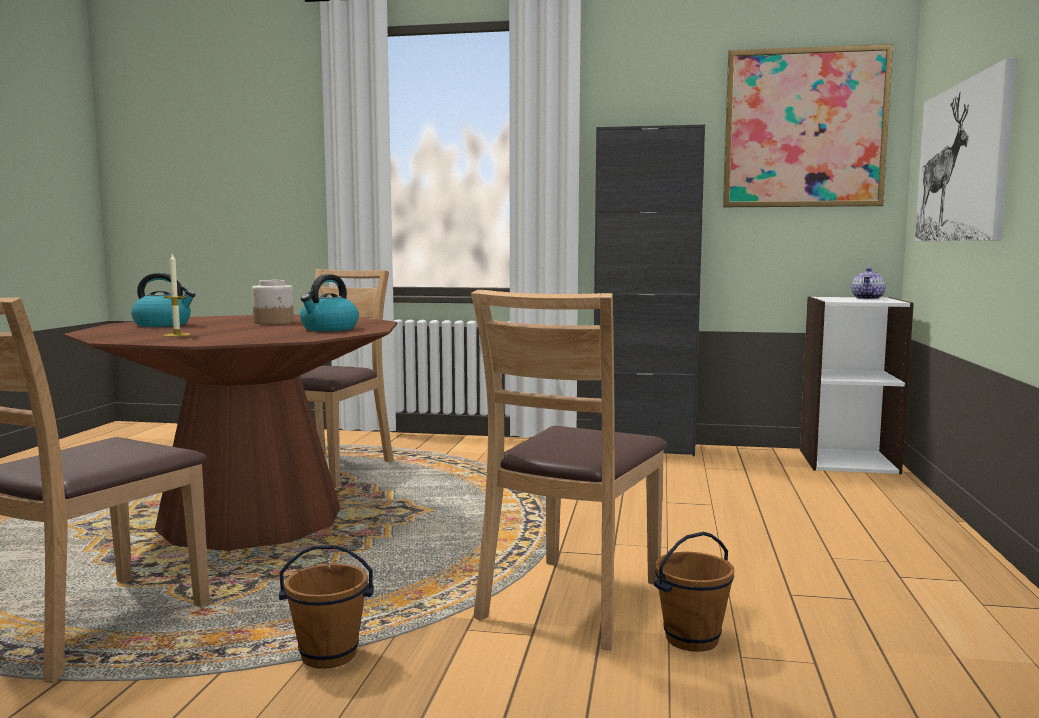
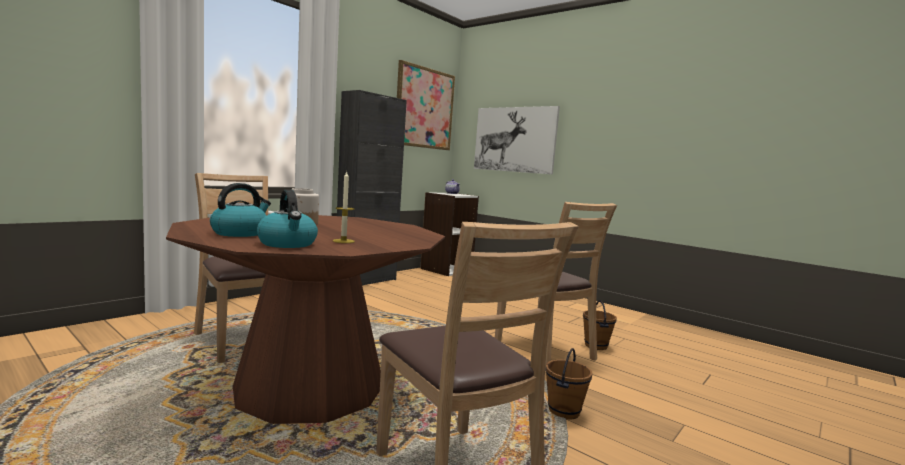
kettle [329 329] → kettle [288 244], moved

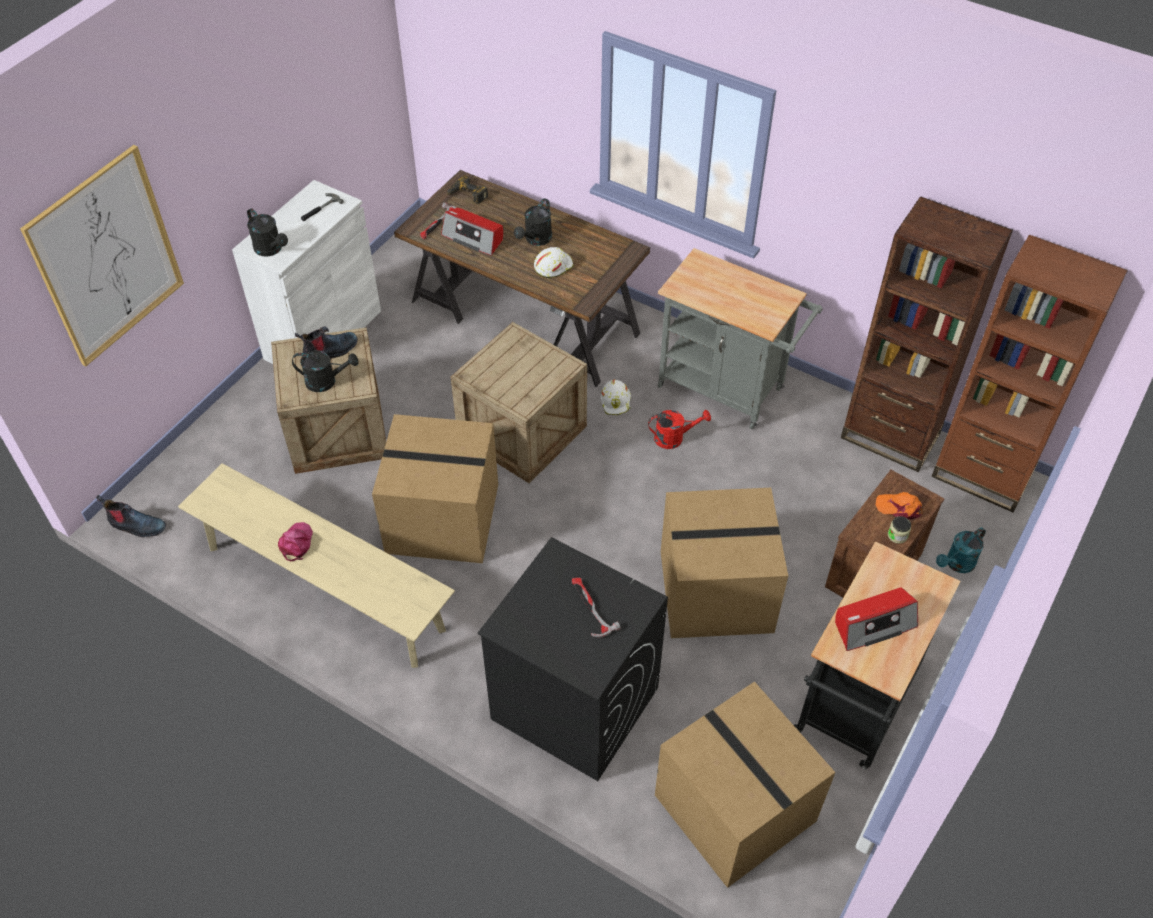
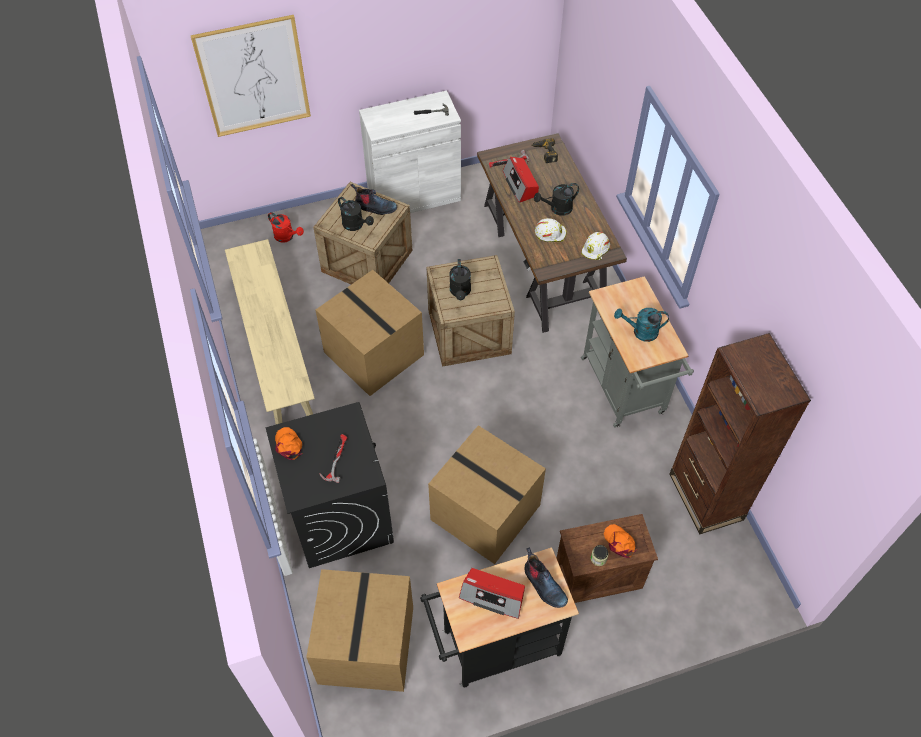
black watering can [271 250] → black watering can [460 292], moved
brown bookcase [982 474] → -
white hard hat [616 402] → white hard hat [595 250], moved
red watering can [674 438] → red watering can [287 237], moved
boot [136 526] → boot [543 585], moved
pink cap [296 543] → -
turquoise watering can [957 564] → turquoise watering can [640 332], moved
- → orange cap [288 445]

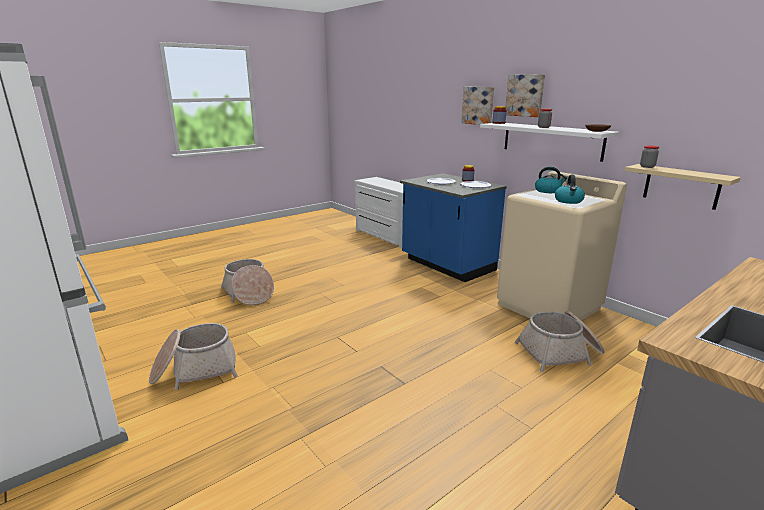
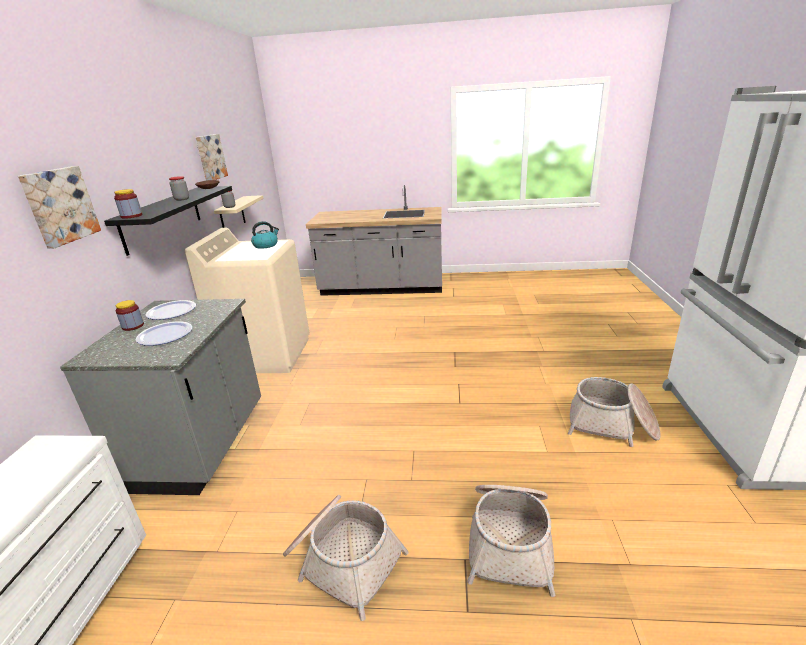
picture [525 95] → picture [210 157], moved
white shelf [551 140] → black shelf [163 218]
kettle [548 191] → -
blue counter [447 265] → grey counter [202 446]
basket [560 353] → basket [343 560], moved

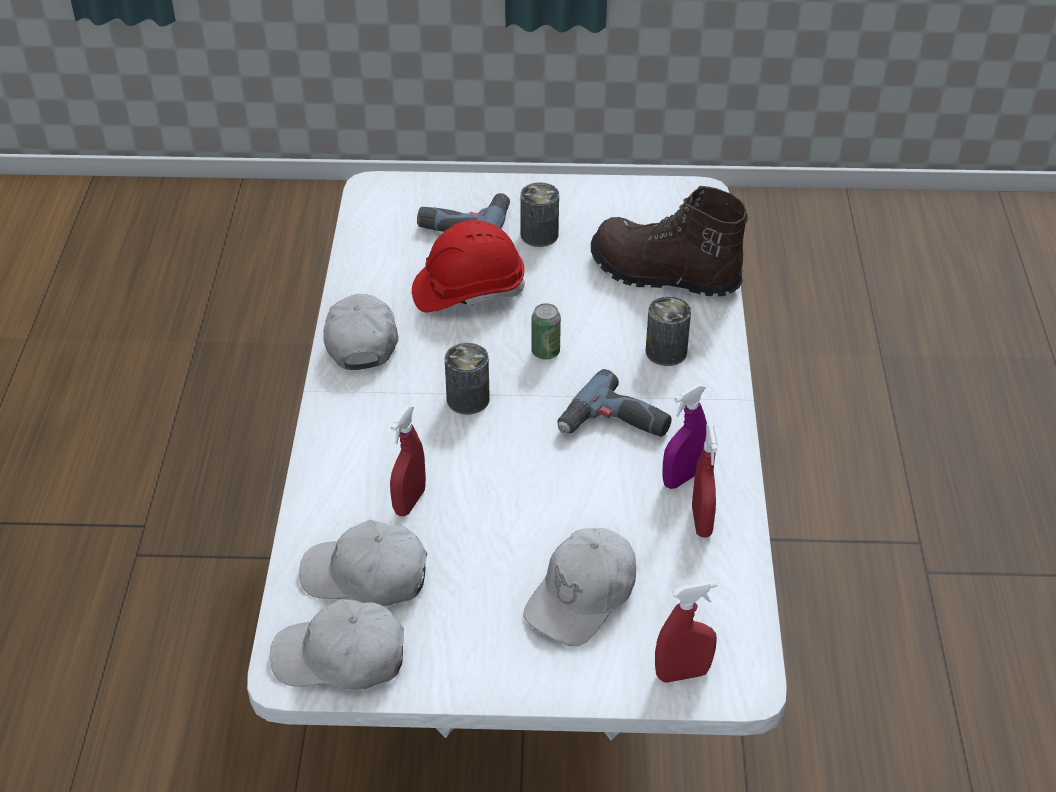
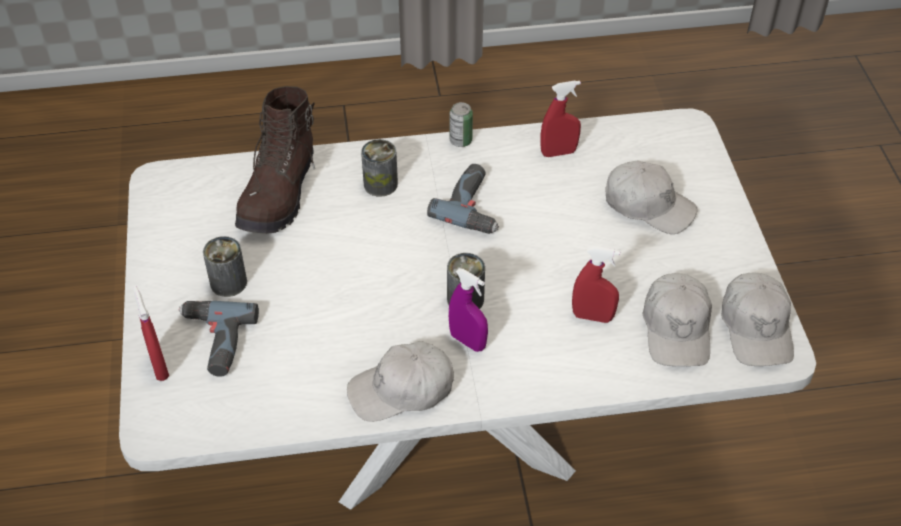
red hard hat [468 290] → -
can [545 352] → can [460 141], moved
purple spray bottle [682 478] → purple spray bottle [467 341], moved
red spray bottle [682 673] → red spray bottle [159 366], moved

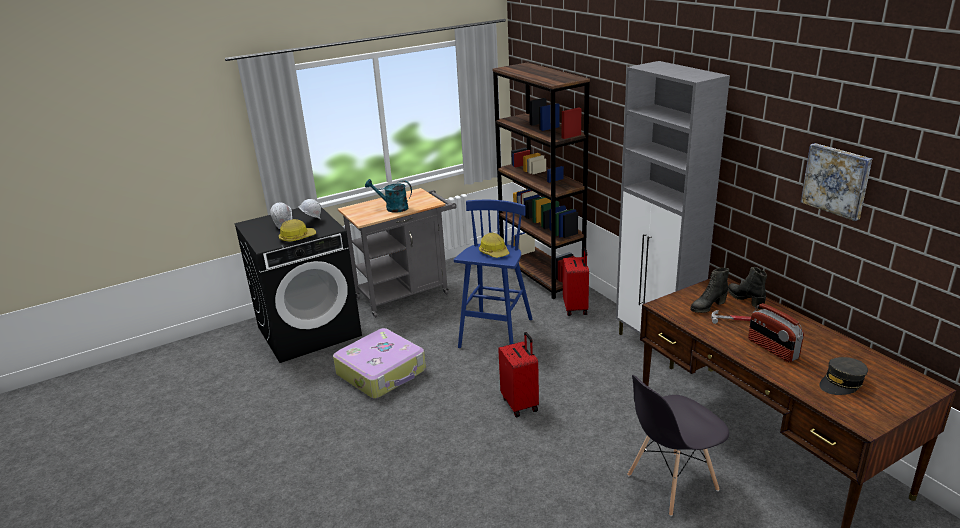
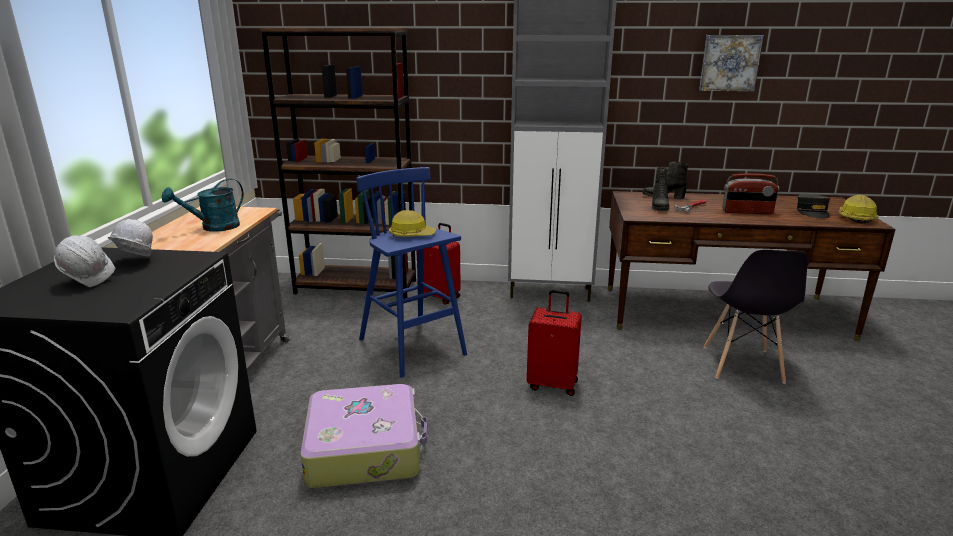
hard hat [297 238] → hard hat [855 218], moved

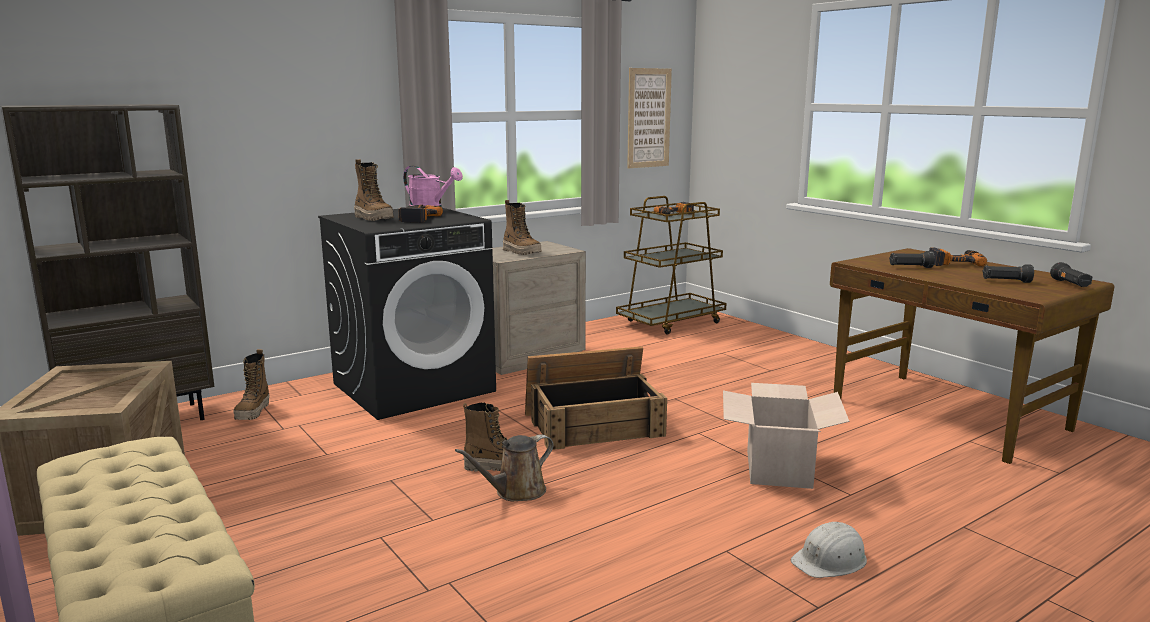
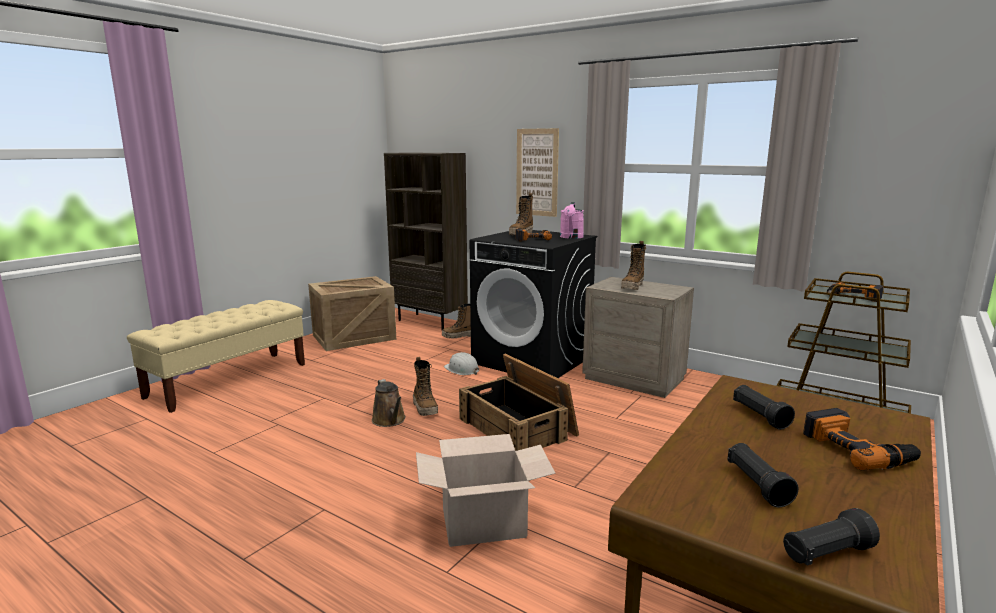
picture [649 118] → picture [537 172], moved
brown watering can [516 492] → brown watering can [390 420], 150 degrees counterclockwise
white hard hat [830 560] → white hard hat [462 369], moved

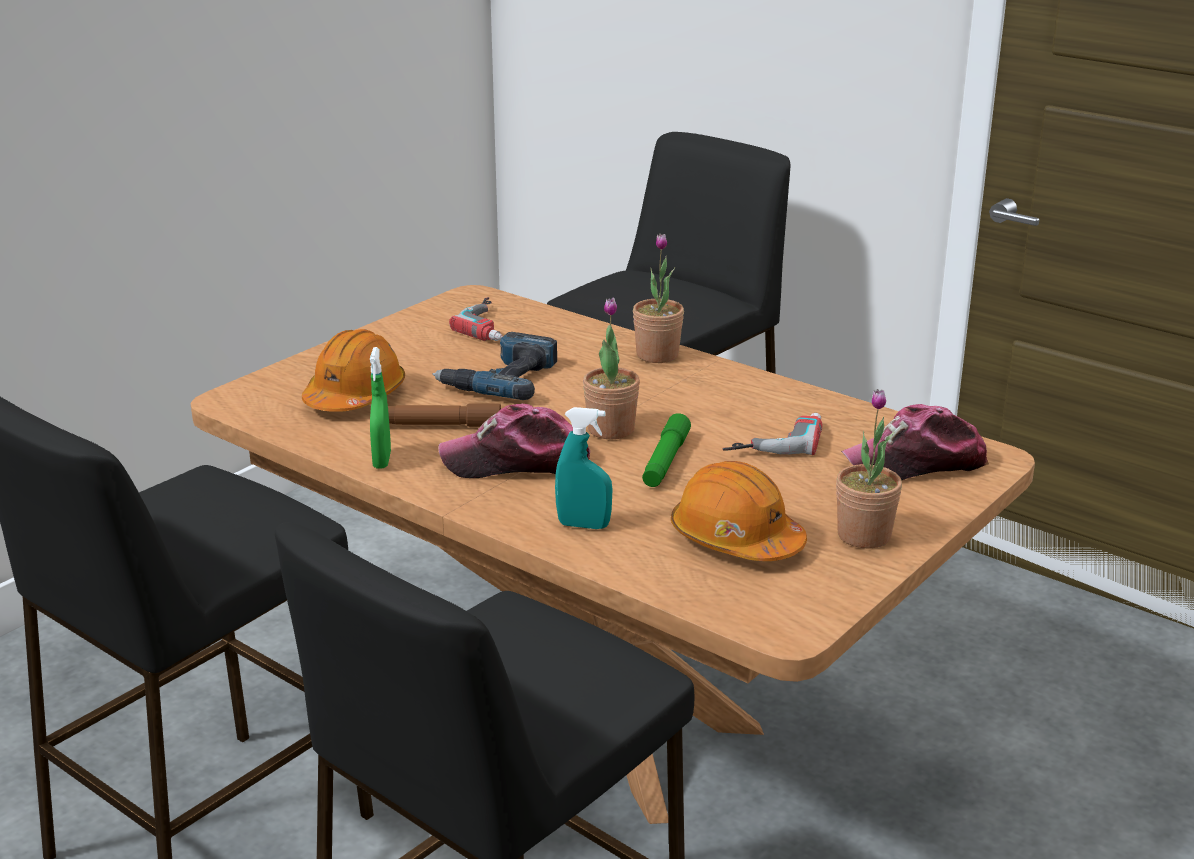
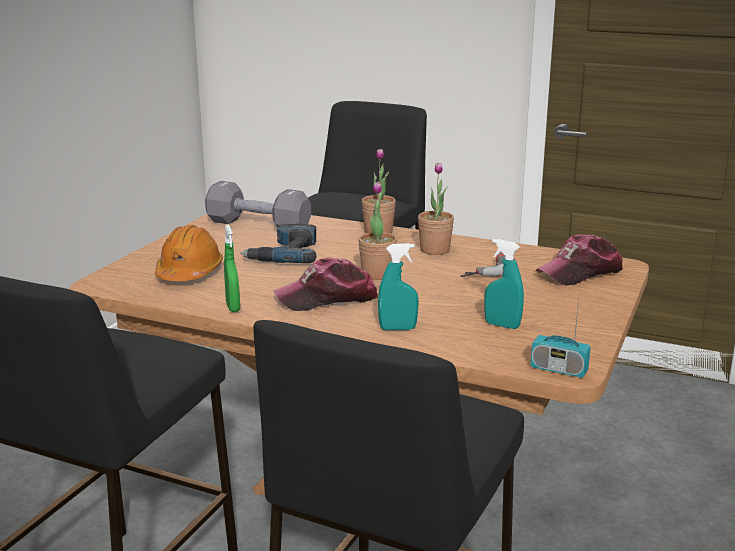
power drill [492 325] → grey dumbbell [258 225]
potted plant [864 535] → potted plant [435 250], moved
brown flashlight [442 425] → -
green flashlight [665 461] → -
orange hard hat [735 539] → turquoise spray bottle [502 325]
- → radio [559 369]

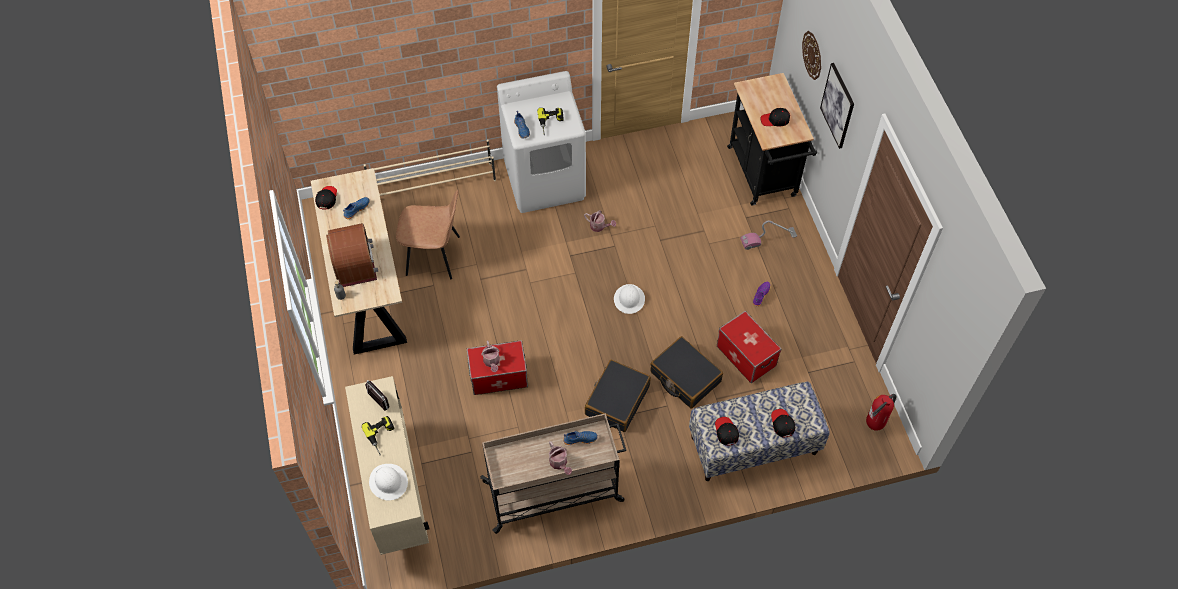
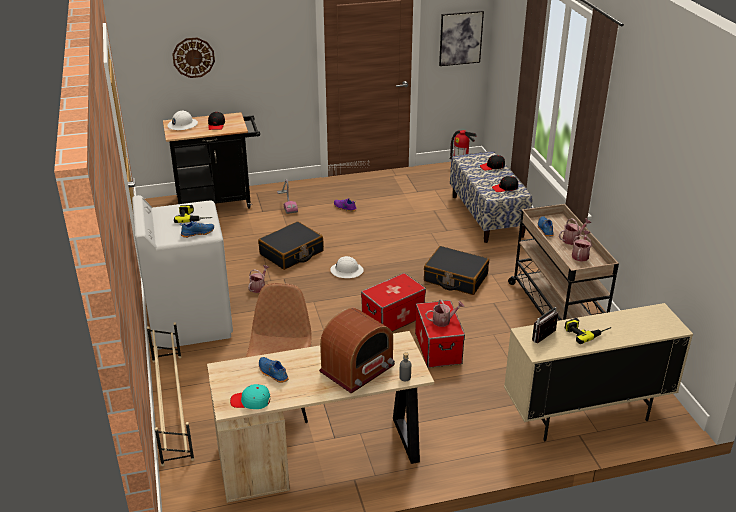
picture [838 105] → picture [460 38], moved
black cap [326 198] → turquoise cap [251 401]
radio [355 264] → radio [357 368], 150 degrees clockwise
storage box [745 356] → storage box [393 318], moved
black suitcase [685 377] → black suitcase [291 253], moved
white hard hat [388 482] → white hard hat [182 125], moved
- → watering can [580 255]

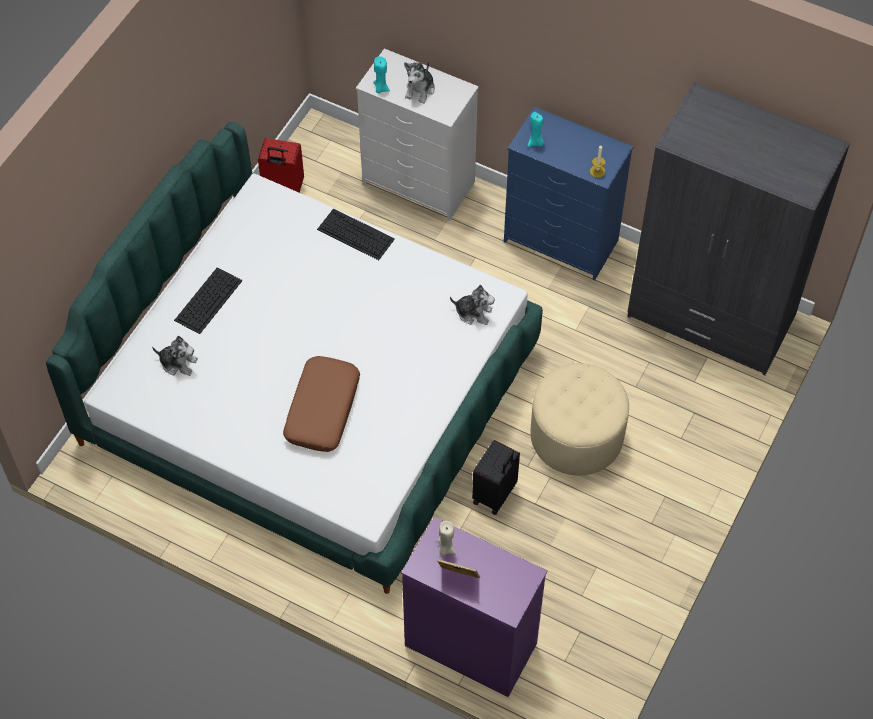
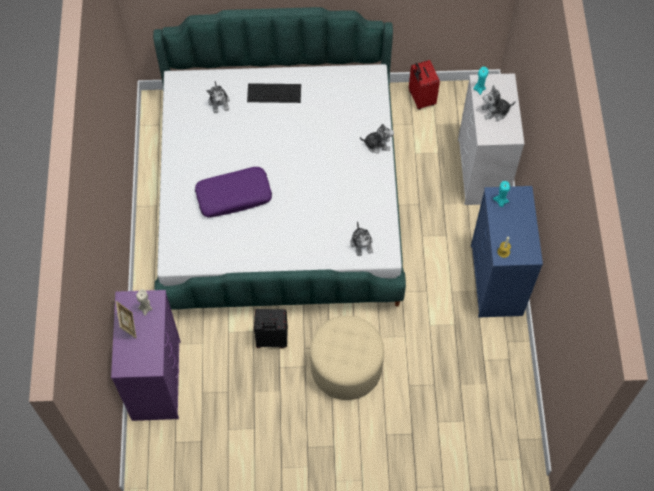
grey wardrobe [711 317] → -
keyboard [355 234] → plush toy [377 144]
brown pillow [322 409] → purple pillow [234 196]

